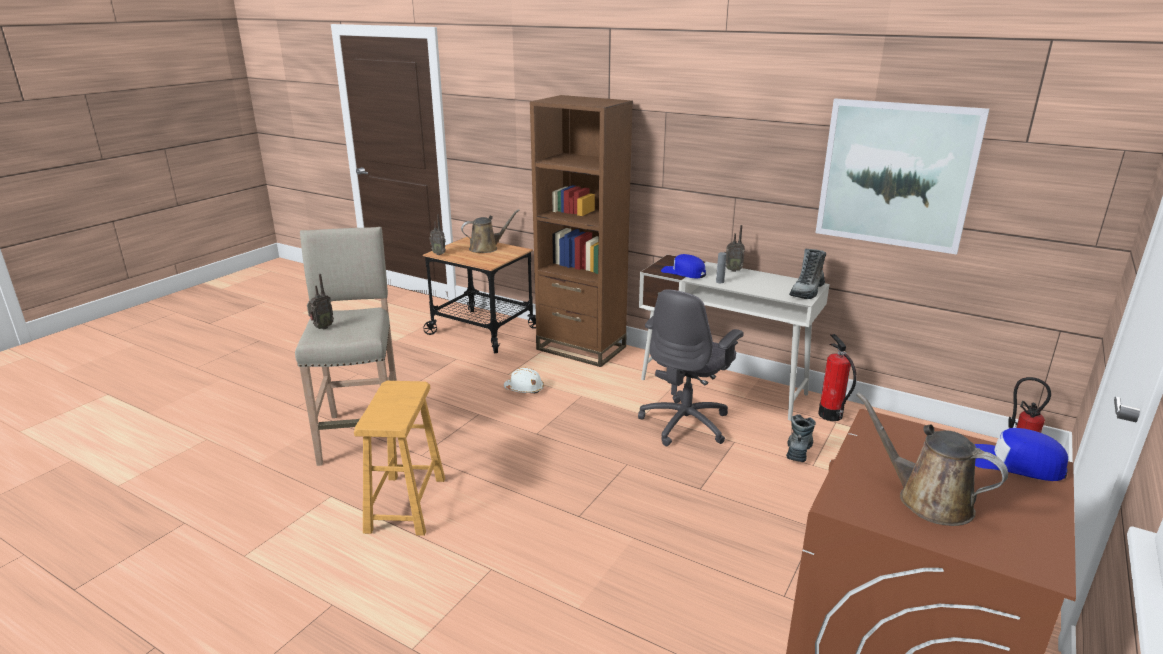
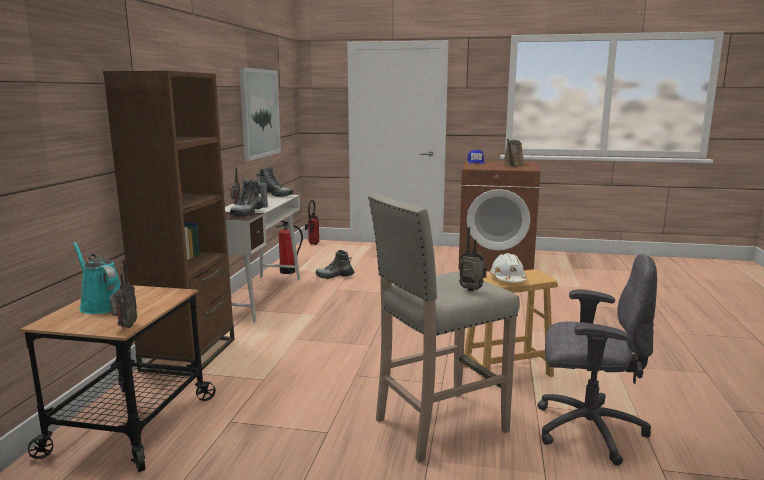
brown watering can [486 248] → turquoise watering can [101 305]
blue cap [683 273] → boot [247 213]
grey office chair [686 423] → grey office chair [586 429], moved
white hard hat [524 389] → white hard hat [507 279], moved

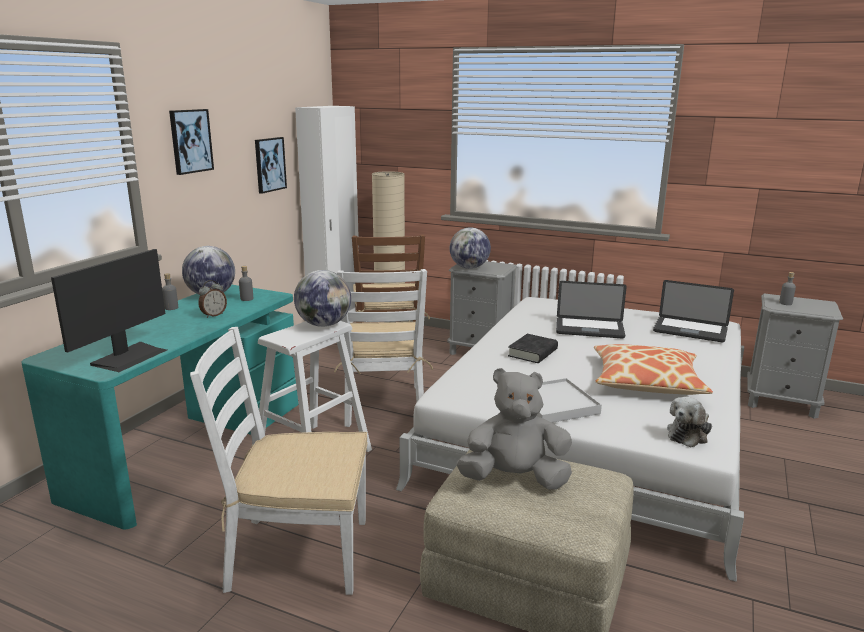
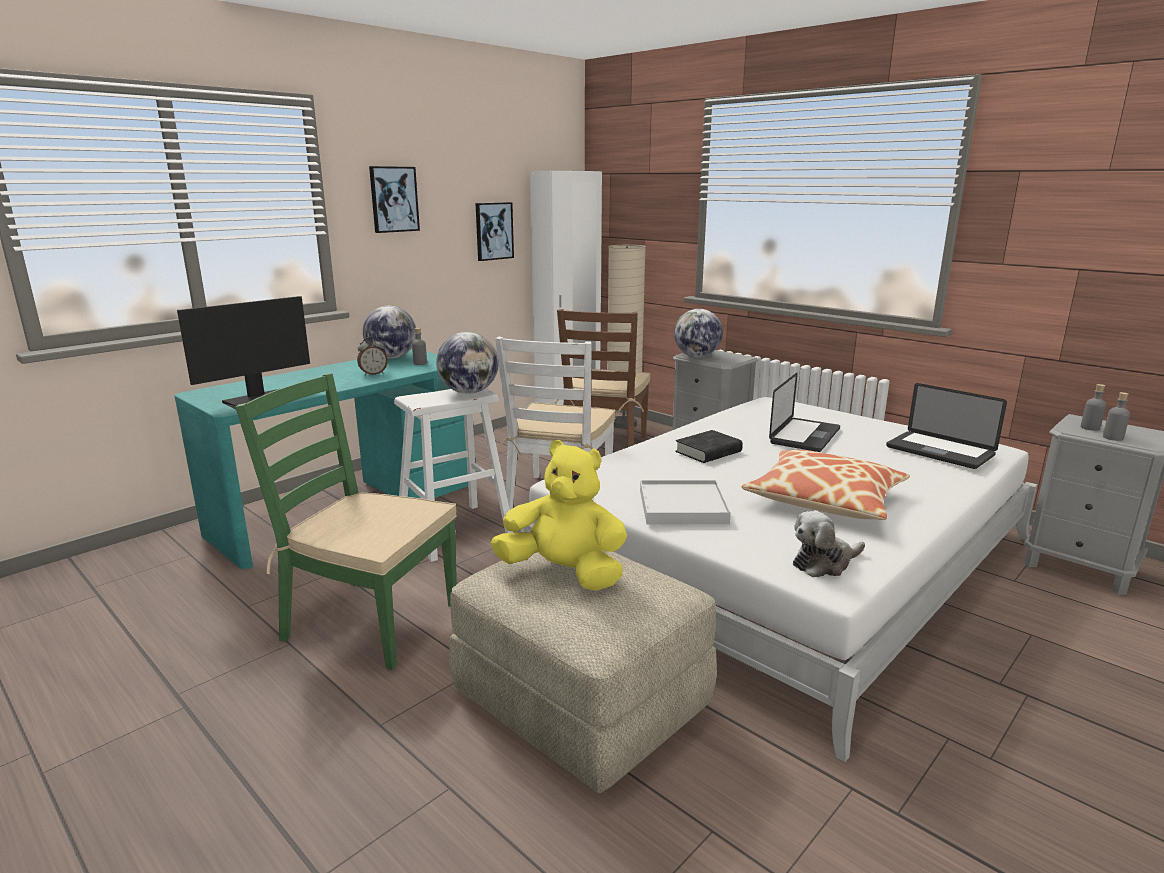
grey bottle [171 308] → grey bottle [1112 438], moved
laptop [589 329] → laptop [805 436], 90 degrees counterclockwise
white chair [297 554] → green chair [369 621]
grey plush toy [514 479] → yellow plush toy [564 573]

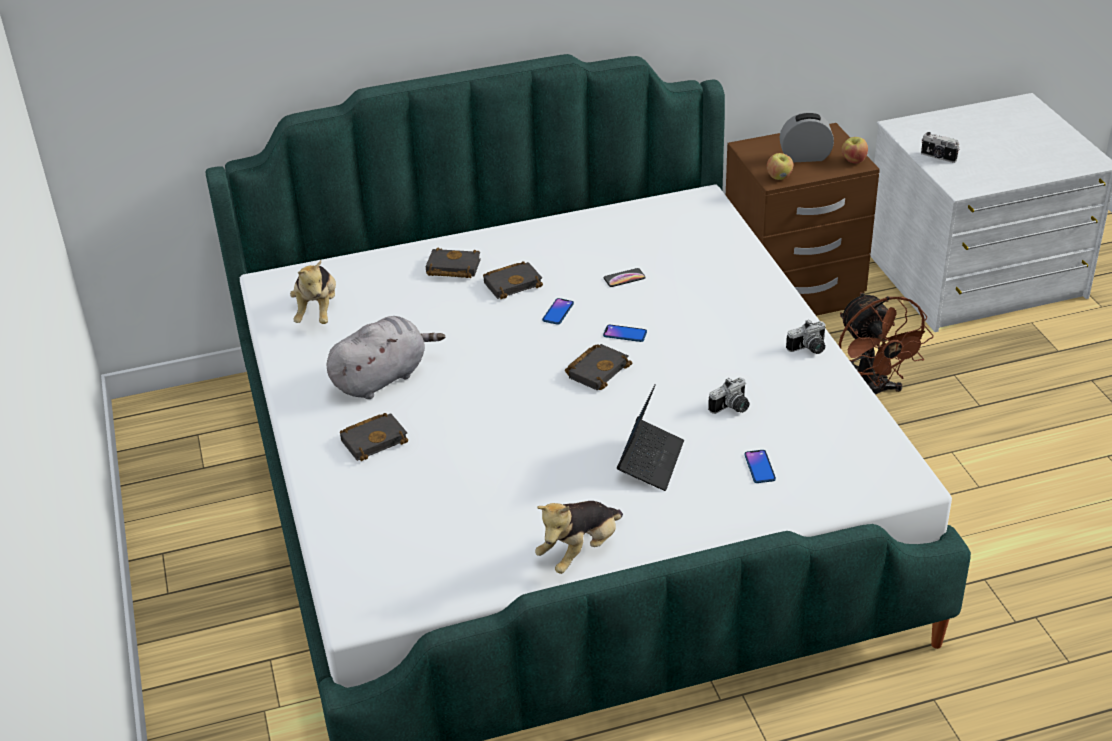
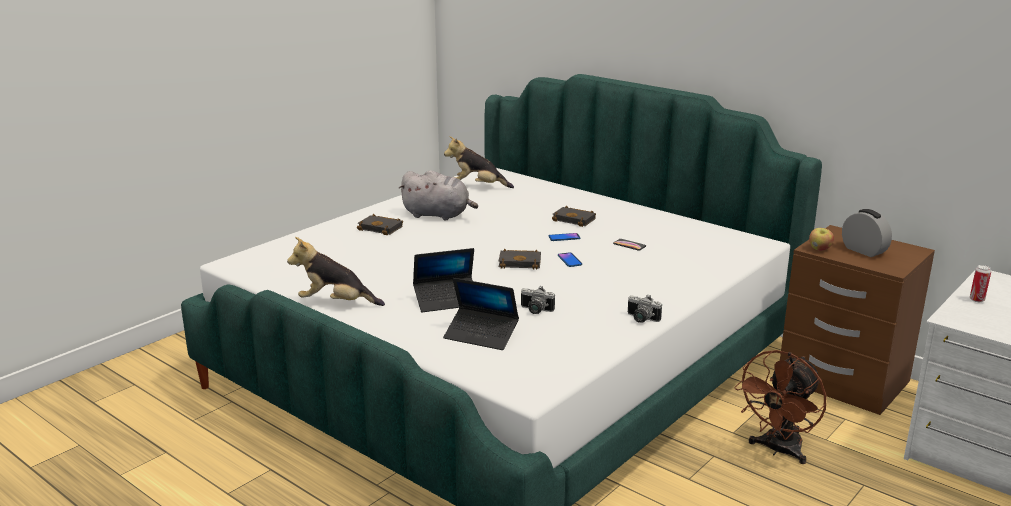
photo camera [938 157] → can [977 300]
apple [853 160] → -
black book [451 268] → -
plush toy [317 311] → plush toy [477 187], 45 degrees clockwise
phone [759 467] → laptop [481 335]

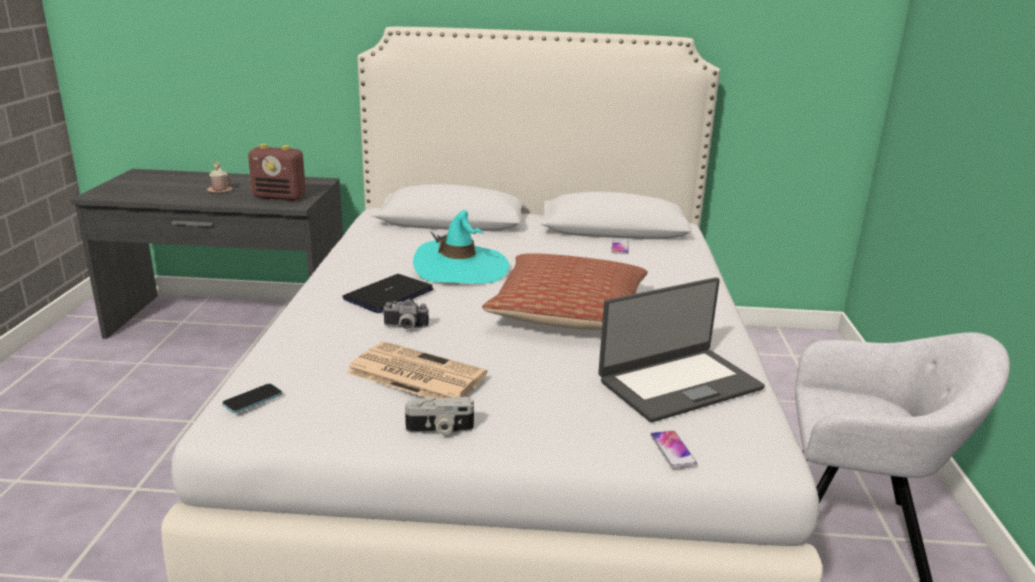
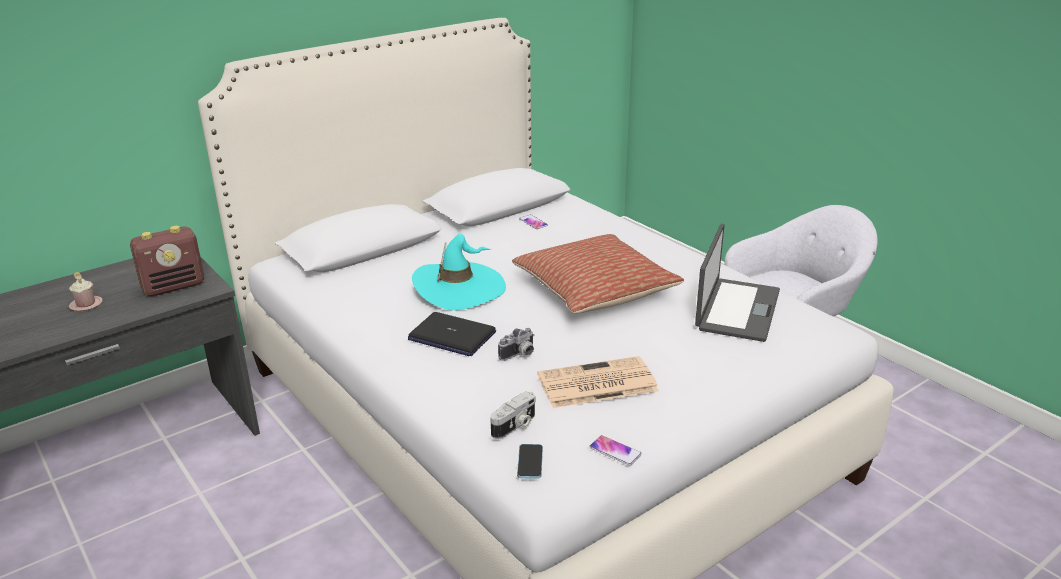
laptop [388 295] → laptop [451 336], 60 degrees counterclockwise
photo camera [439 430] → photo camera [515 426], moved
phone [672 450] → phone [615 451], moved

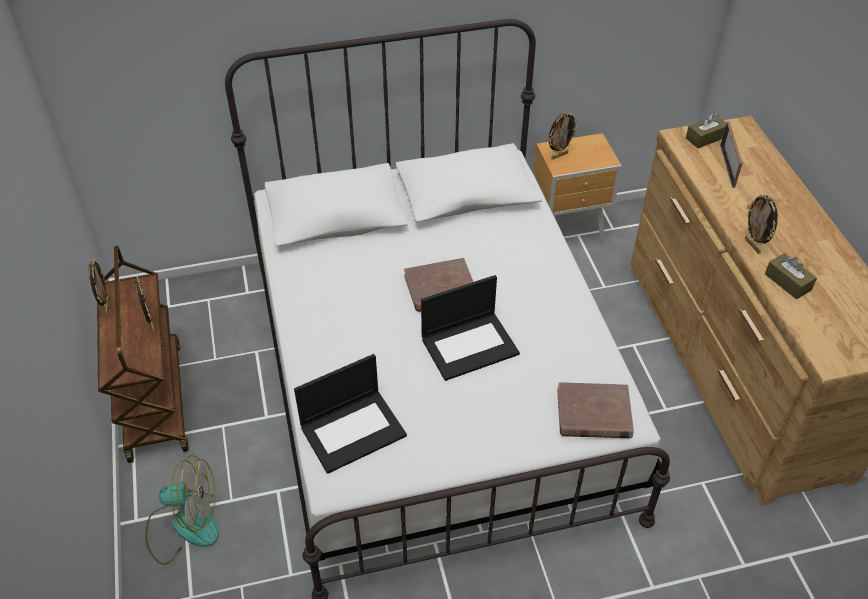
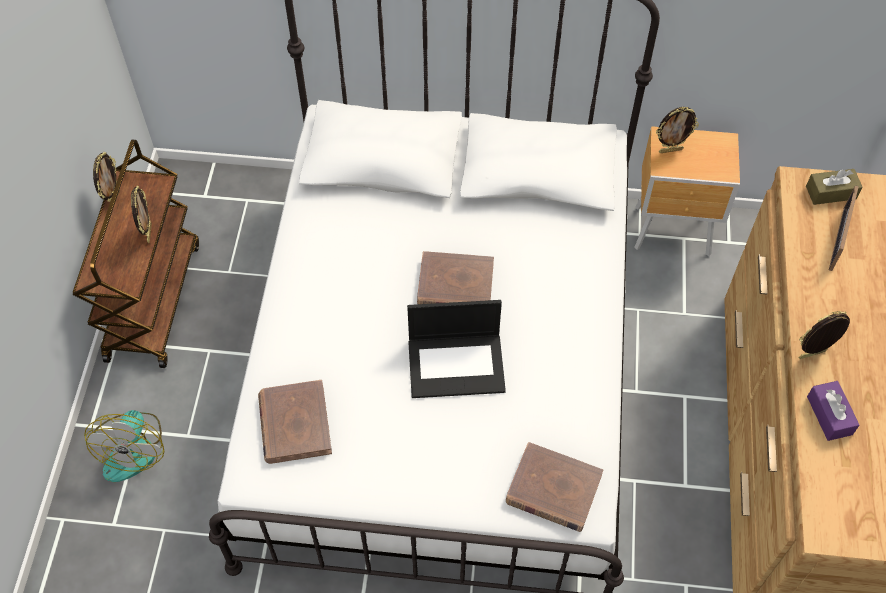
picture frame [753 246] → picture frame [812 355], 75 degrees clockwise
brown tissue box [787 282] → purple tissue box [829 415]
laptop [353 430] → brown book [294 424]
fan [184 526] → fan [133 448], 75 degrees clockwise

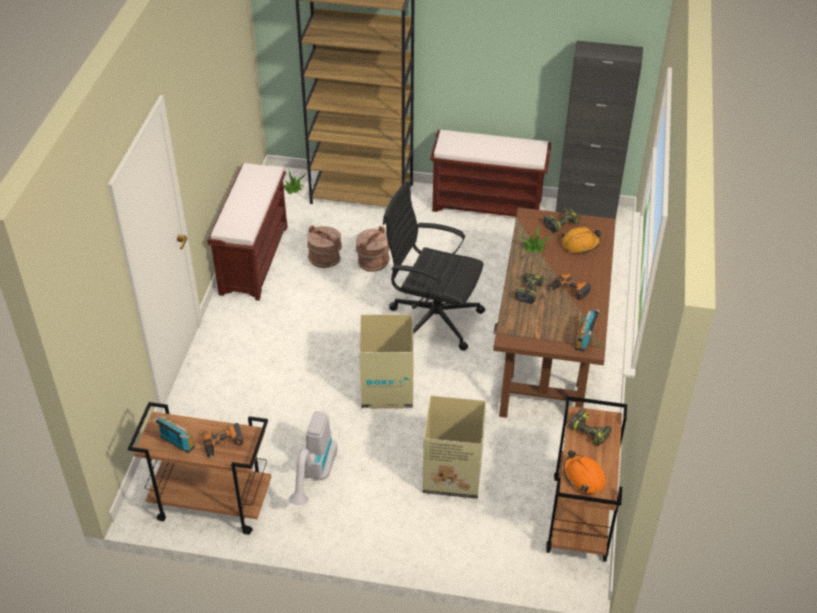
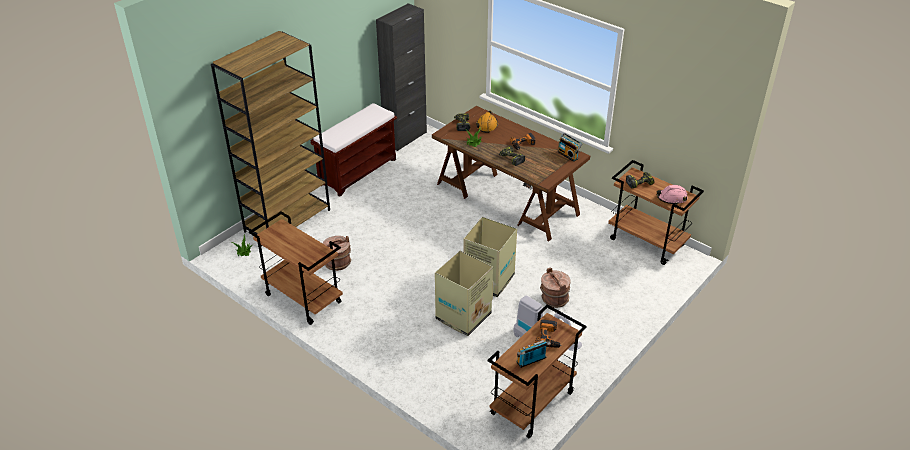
brown bench [254 259] → brown cart [302 298]
black office chair [432 319] → -
brown bucket [373 262] → brown bucket [554 299], moved
cardboard box [451 474] → cardboard box [462 317], moved
orange hard hat [583 477] → pink hard hat [671 198]

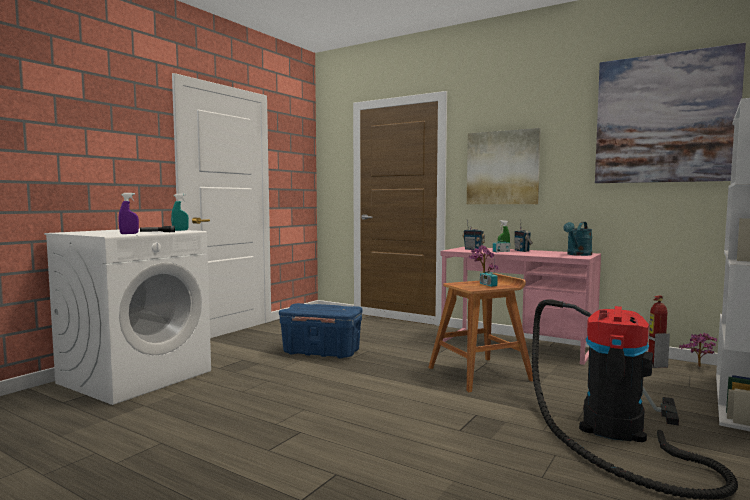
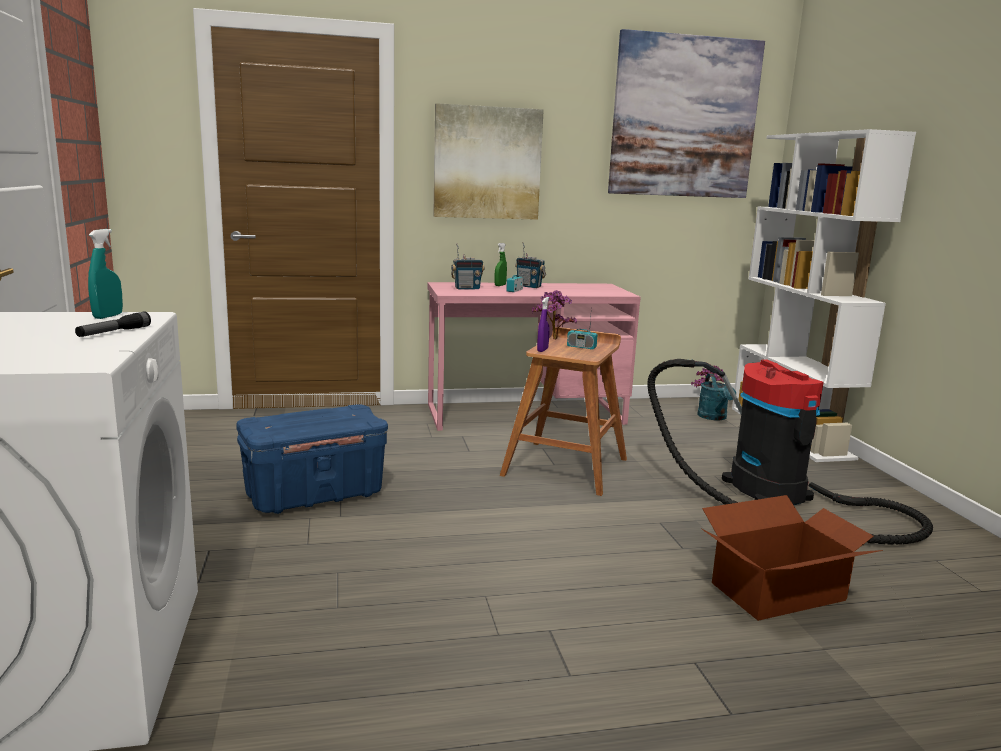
purple spray bottle [129 234] → purple spray bottle [542 350], moved
turquoise watering can [578 254] → turquoise watering can [714 417], moved
fire extinguisher [655 365] → -
- → cardboard box [780 592]

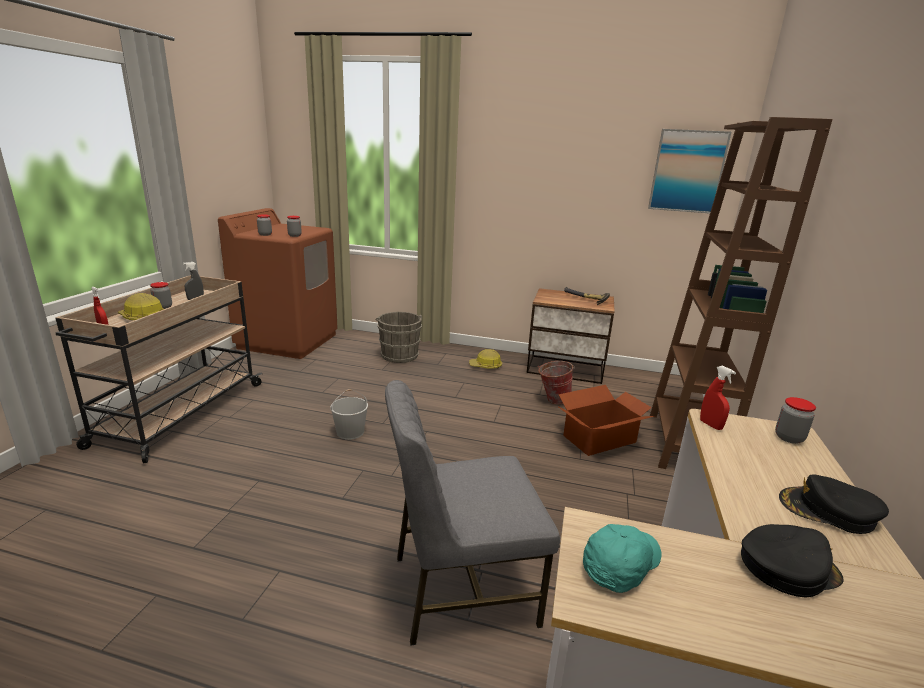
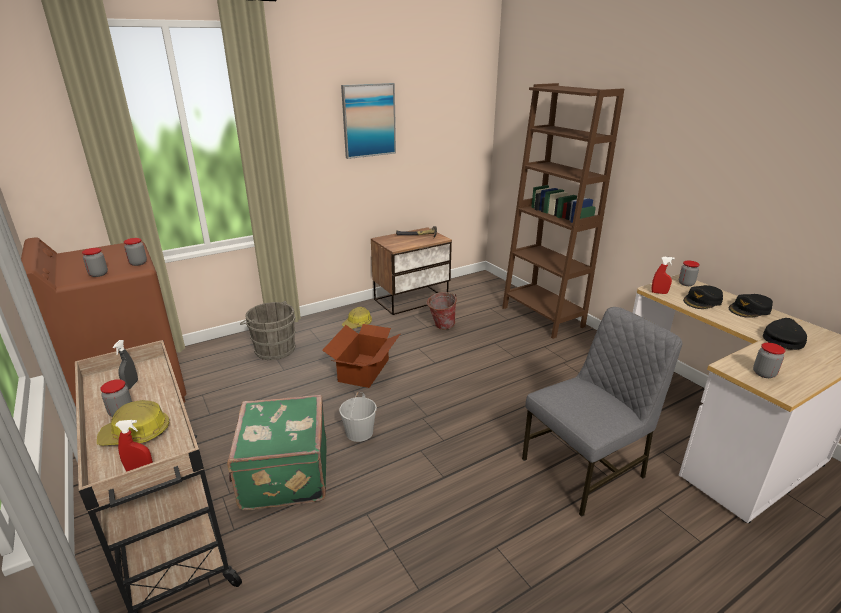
picture [687 171] → picture [369 120], moved
grey chair [461 588] → grey chair [585 468], 150 degrees counterclockwise
cardboard box [600 439] → cardboard box [364 370], moved
turquoise cap [620 565] → jar [764 373]
- → black cap [702 301]
- → green suitcase [283 474]

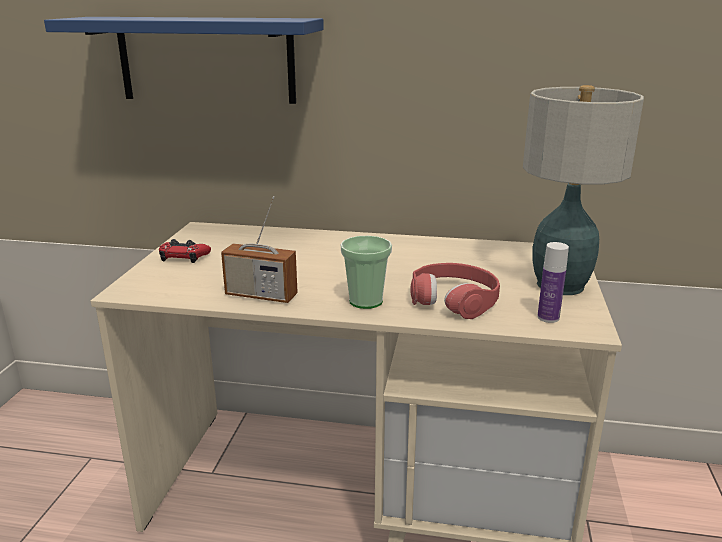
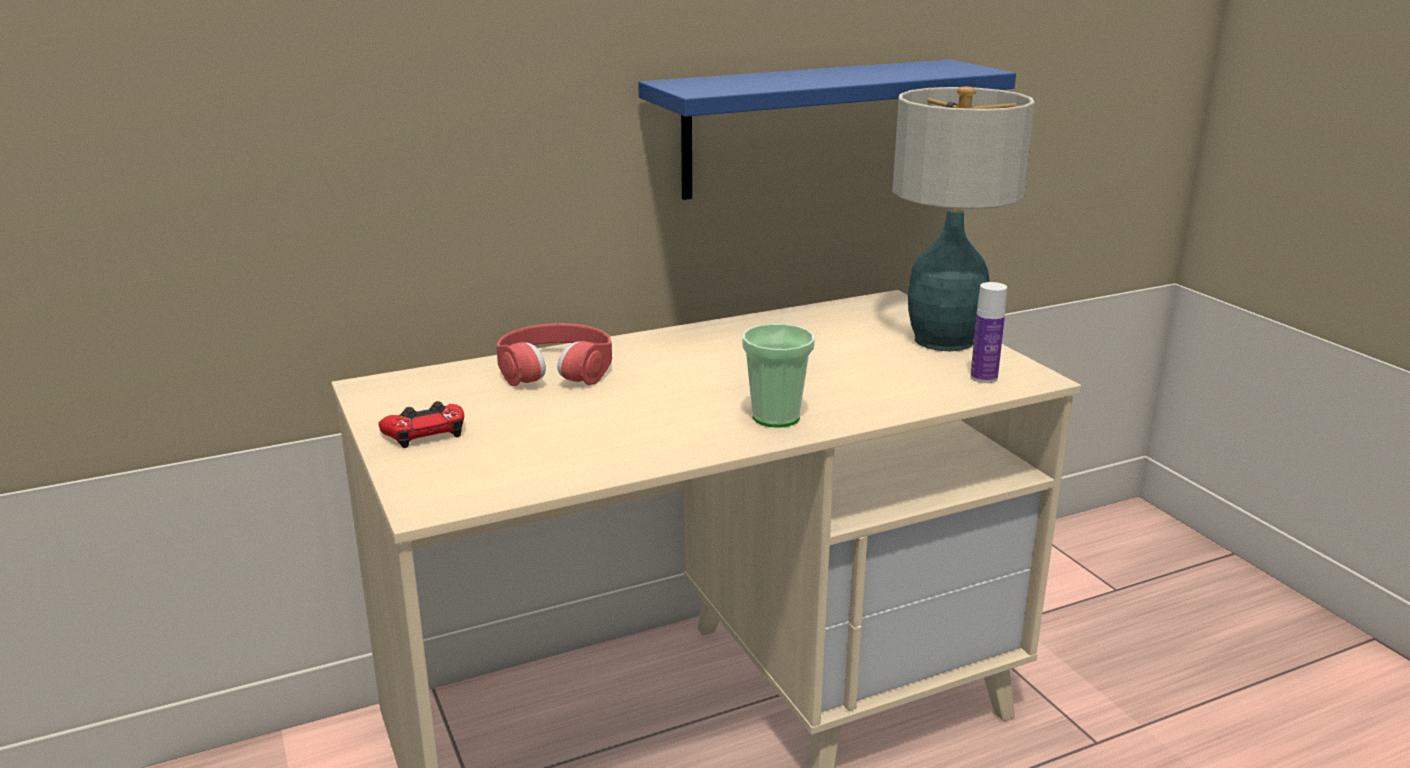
blue shelf [206 60] → blue shelf [801 128], moved
radio [261 295] → -
red headphones [453 300] → red headphones [555 370], moved

